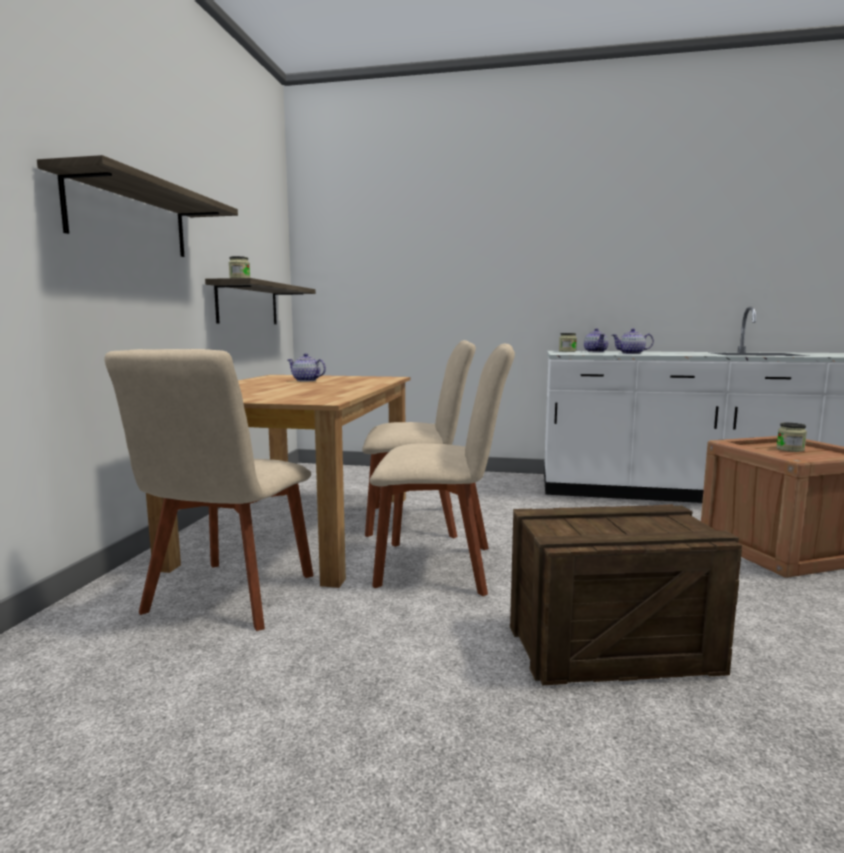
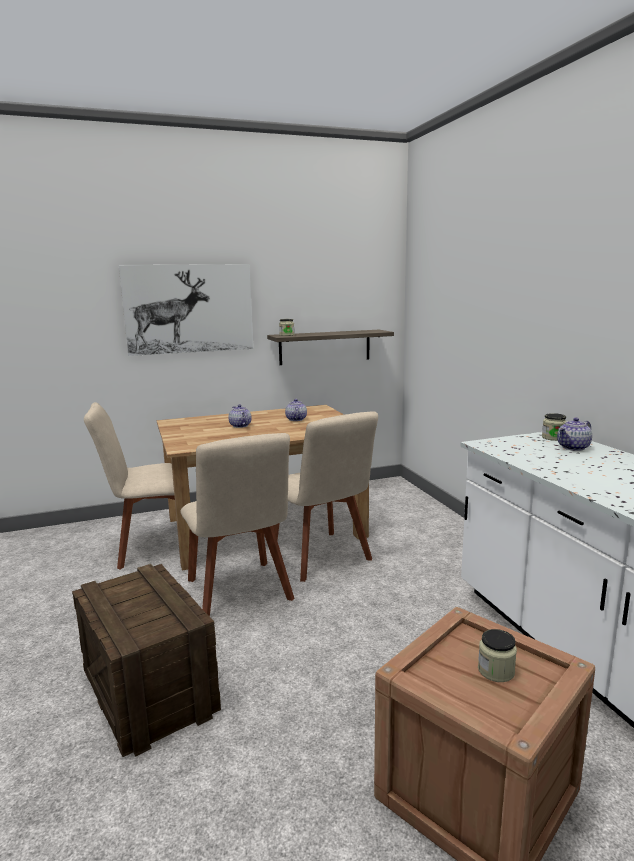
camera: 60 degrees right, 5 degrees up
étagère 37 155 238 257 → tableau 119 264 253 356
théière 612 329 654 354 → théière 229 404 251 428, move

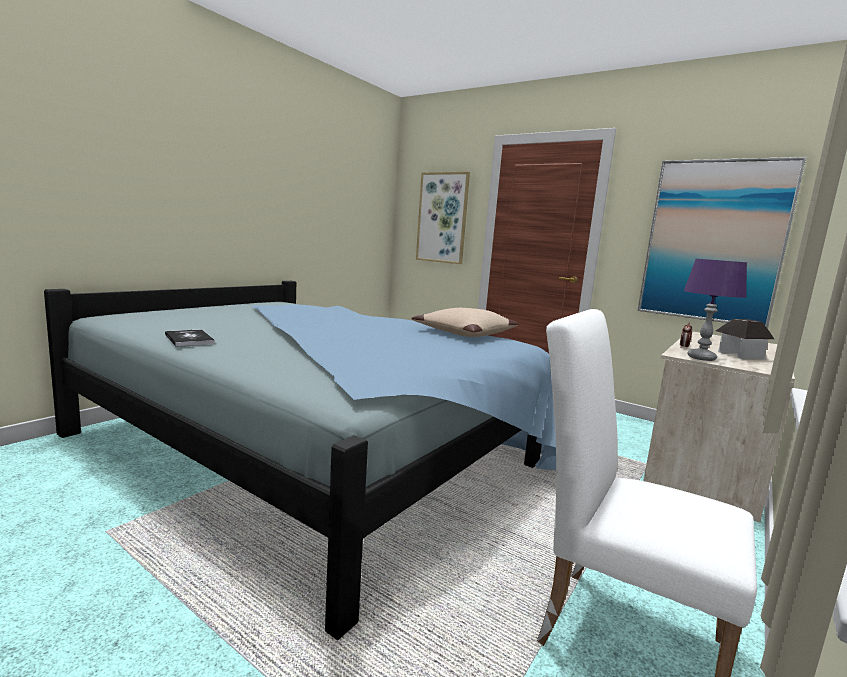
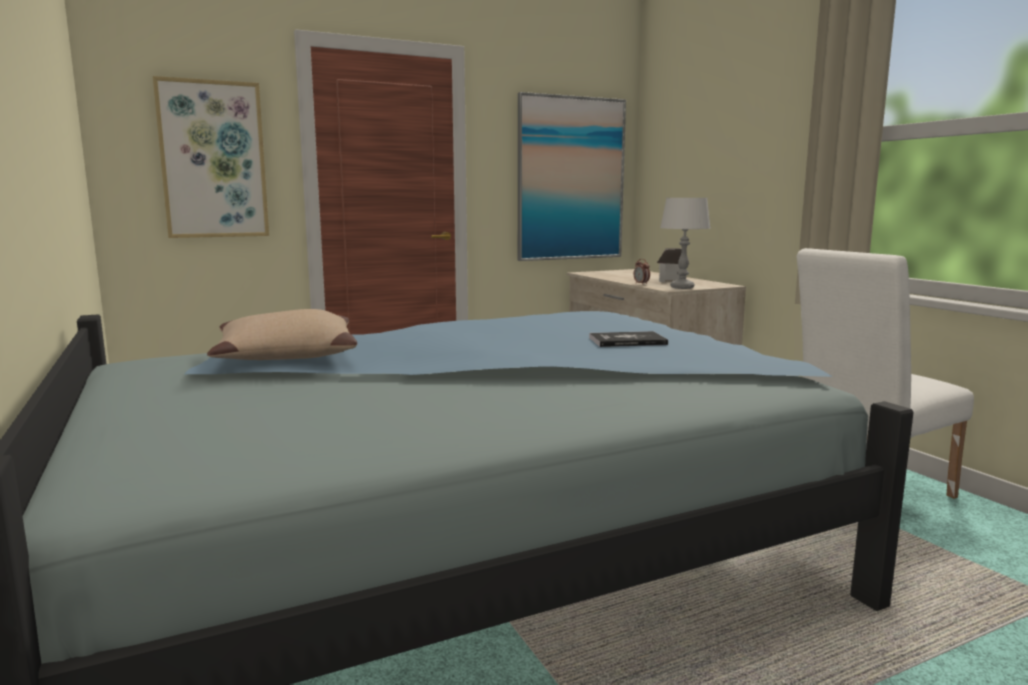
camera: 60 degrees left, 0 degrees up
coussin (beige) 411 308 519 337 → coussin (beige) 207 309 357 360, move
livre 165 329 215 347 → livre 589 331 668 347, move
lampe de table (violet) 684 259 747 361 → lampe de table (gris) 660 198 710 289

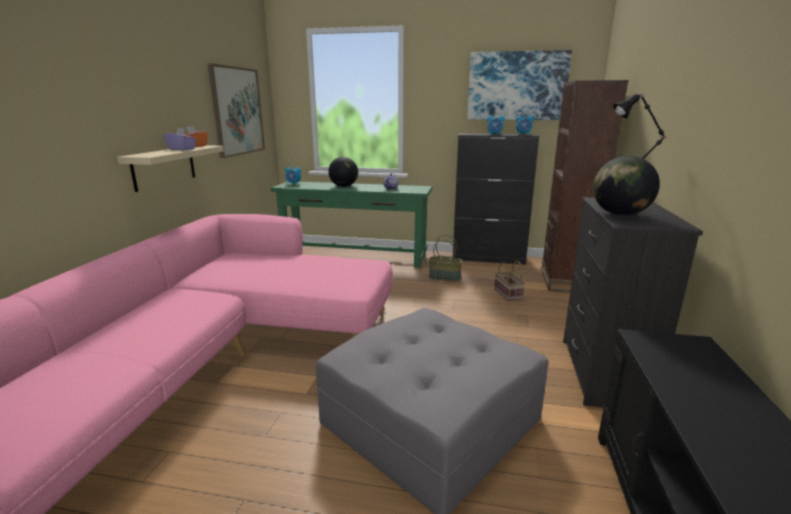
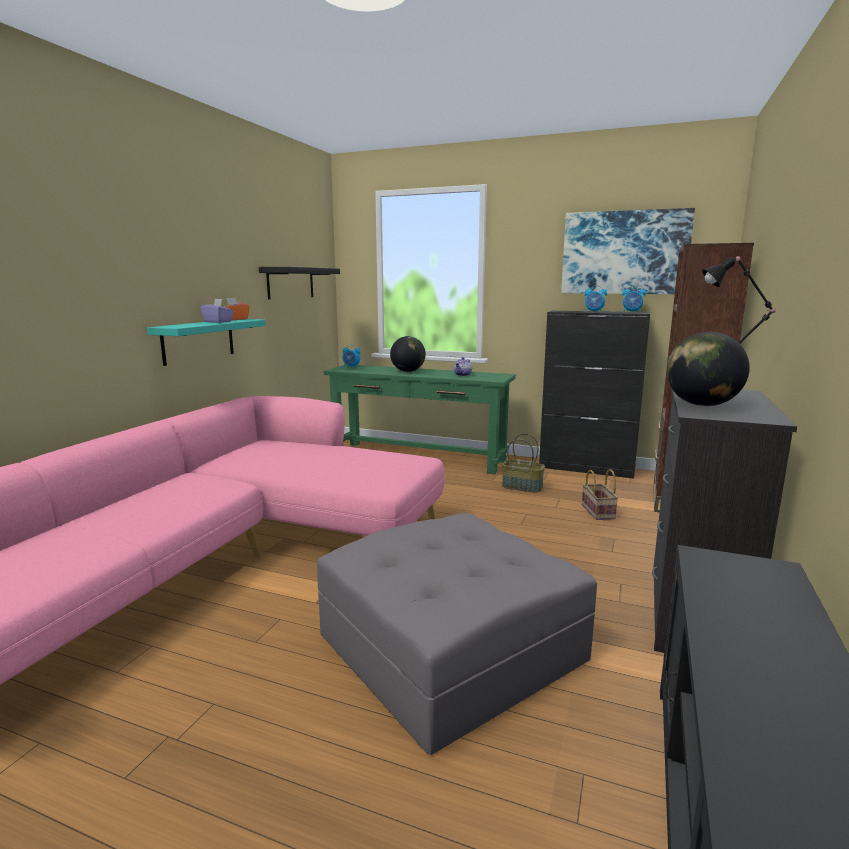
camera: 10 degrees right, 5 degrees down
étagère (beige) 117 145 224 192 → étagère (turquoise) 147 319 266 366
tableau 208 63 265 158 → étagère (noir) 259 267 340 299

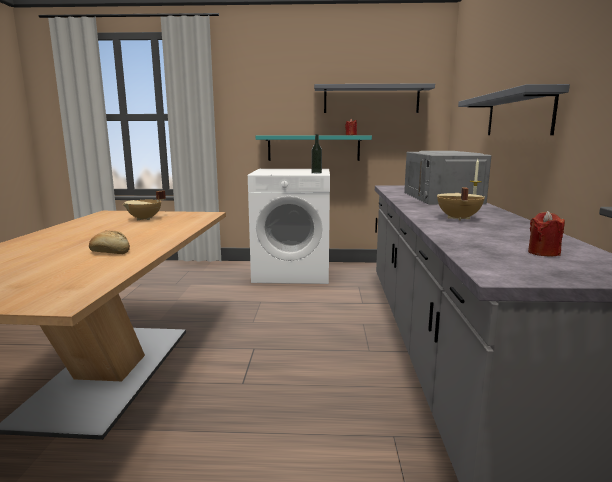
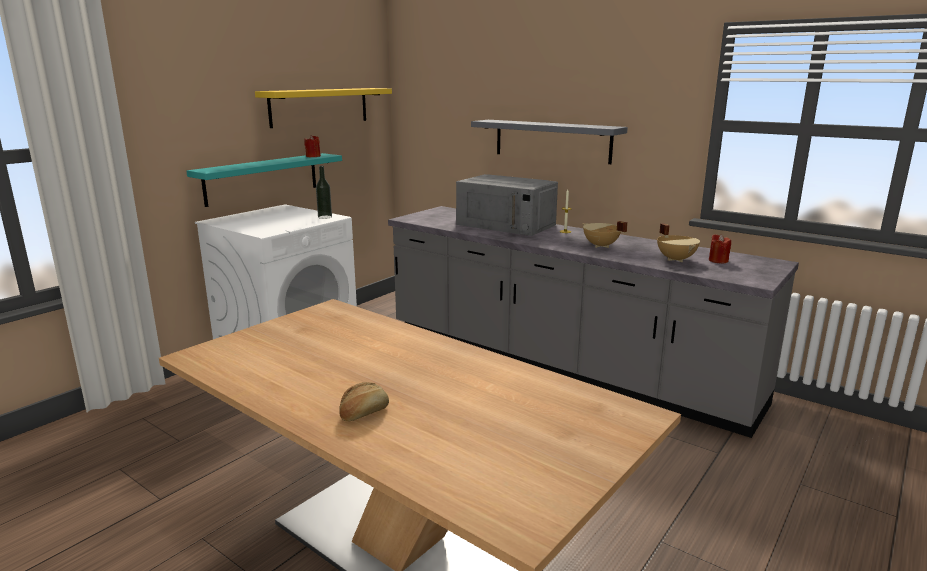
camera: 55 degrees left, 5 degrees up
étagère (gris) 314 83 435 113 → étagère (jaune) 255 88 392 128
pain 89 231 130 254 → pain 339 382 389 422, move
marmite (beige) 122 191 166 220 → marmite (beige) 657 223 700 262, move

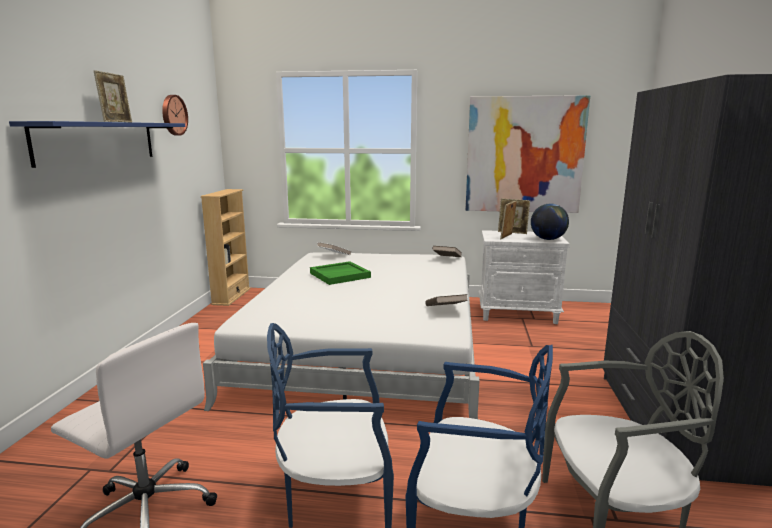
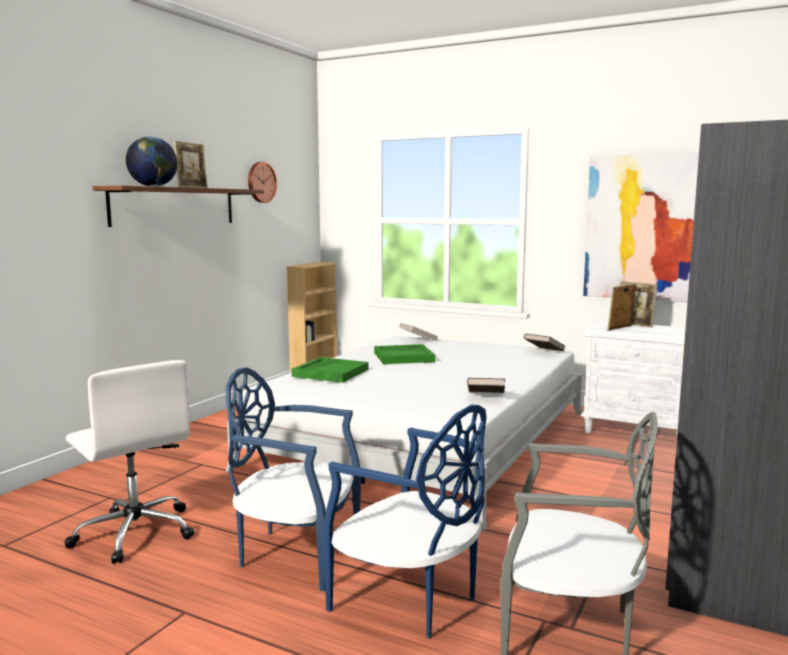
camera: 20 degrees right, 5 degrees down
étagère (bleu) 9 121 185 168 → étagère (marron) 93 186 264 227
globe 531 204 569 240 → globe 126 137 178 187, move
- → plateau (vert) 292 357 369 383

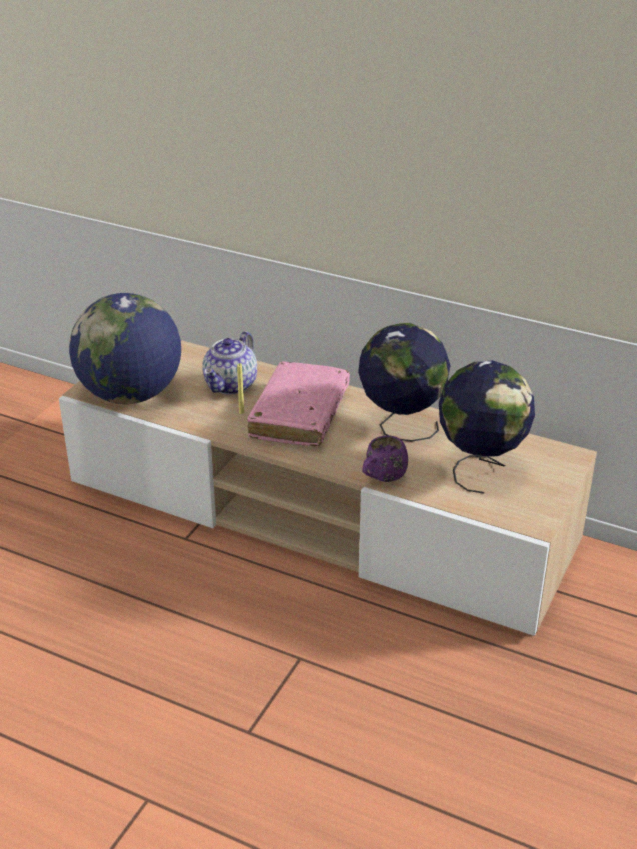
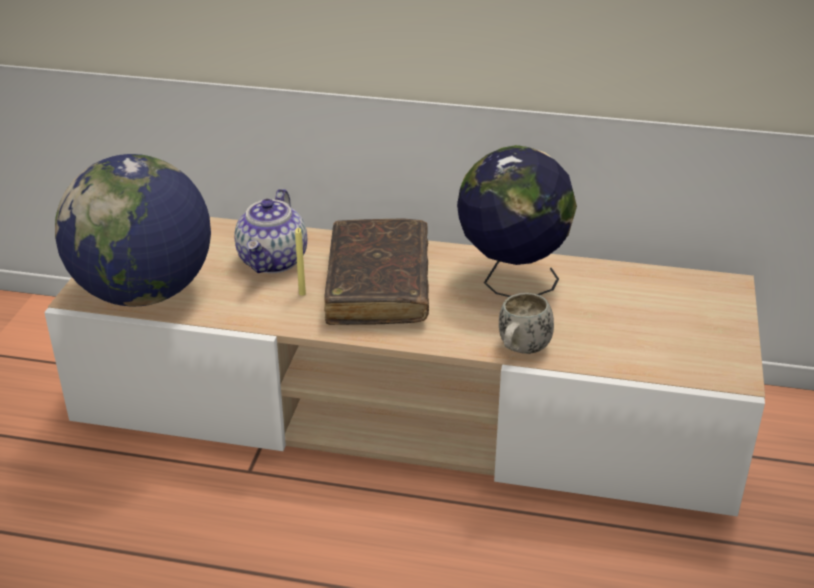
camera: 15 degrees left, 0 degrees up
livre (rose) 247 361 350 446 → livre (marron) 324 218 429 325
mug (violet) 362 435 408 482 → mug (blanc) 499 293 554 354
globe 439 361 535 494 → -

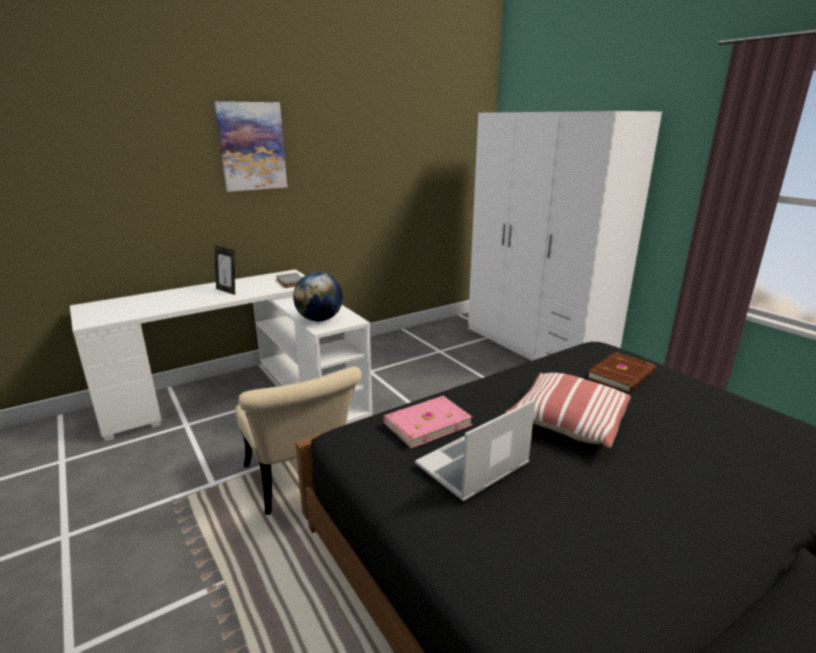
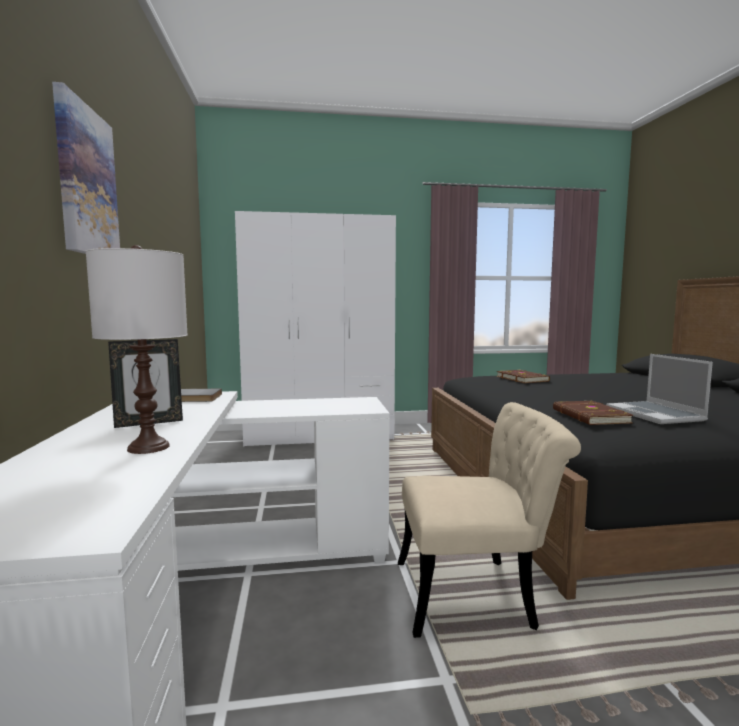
camera: 65 degrees left, 15 degrees down
- → lampe de table (blanc) 86 245 188 454
livre (rose) 383 396 472 448 → livre (marron) 553 401 633 425
globe 293 272 343 322 → -
coussin 505 373 631 448 → -

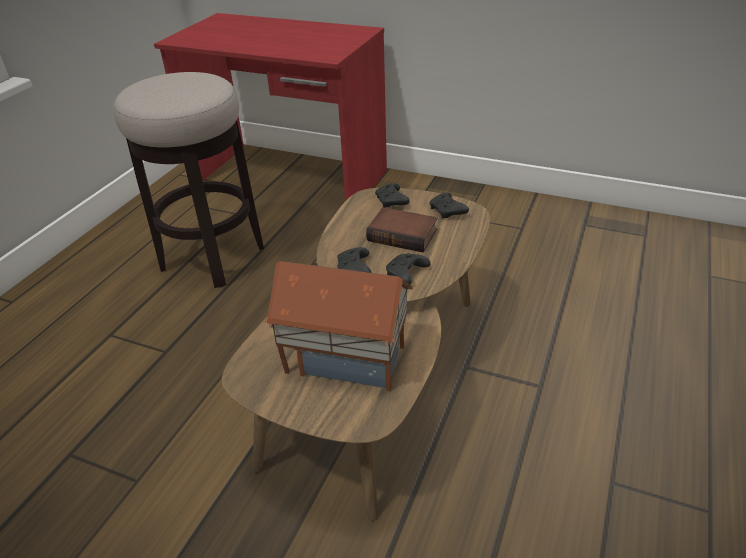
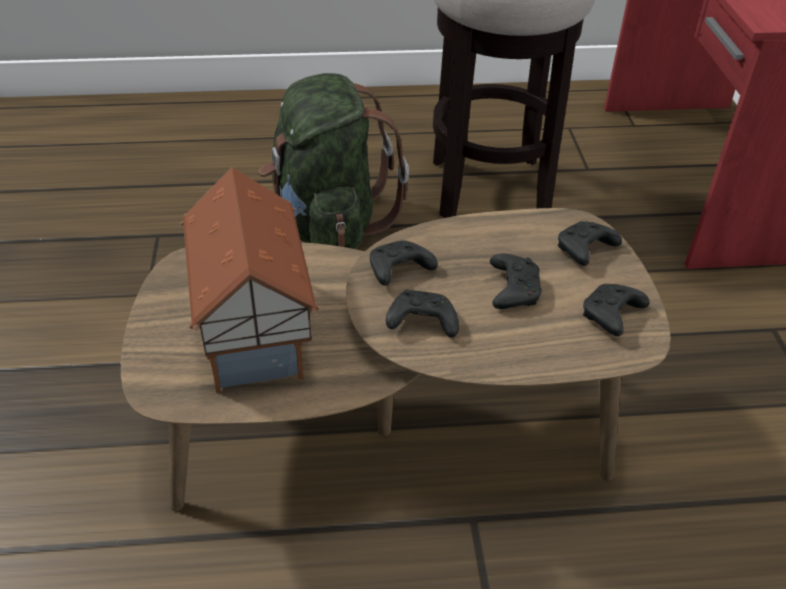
camera: 60 degrees right, 5 degrees up
- → sac à dos (vert) 259 73 409 249
livre 366 207 437 252 → manette (noir) 490 253 542 309

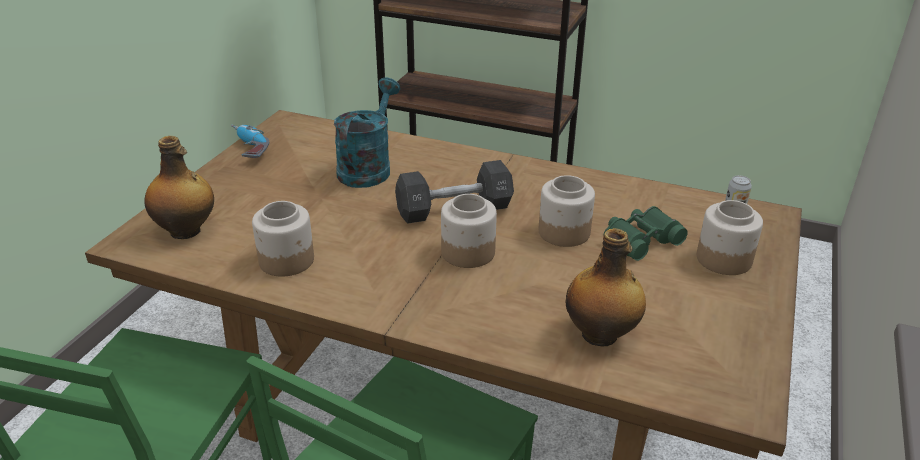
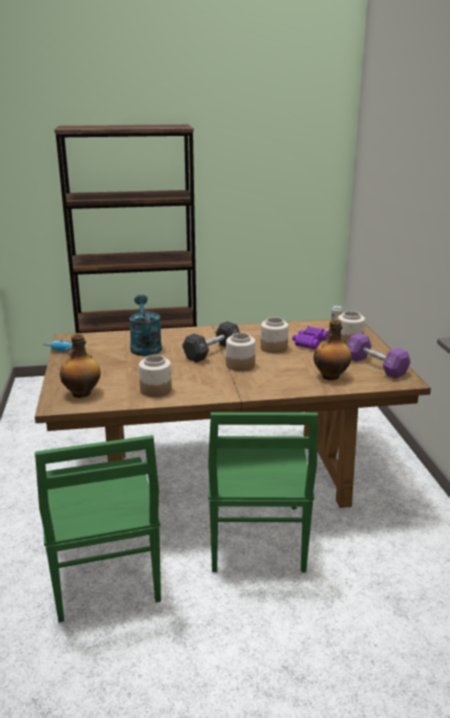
camera: 30 degrees left, 10 degrees down
jumelles (vert) 604 206 688 261 → jumelles (violet) 292 326 329 350
- → haltère (violet) 346 333 411 378

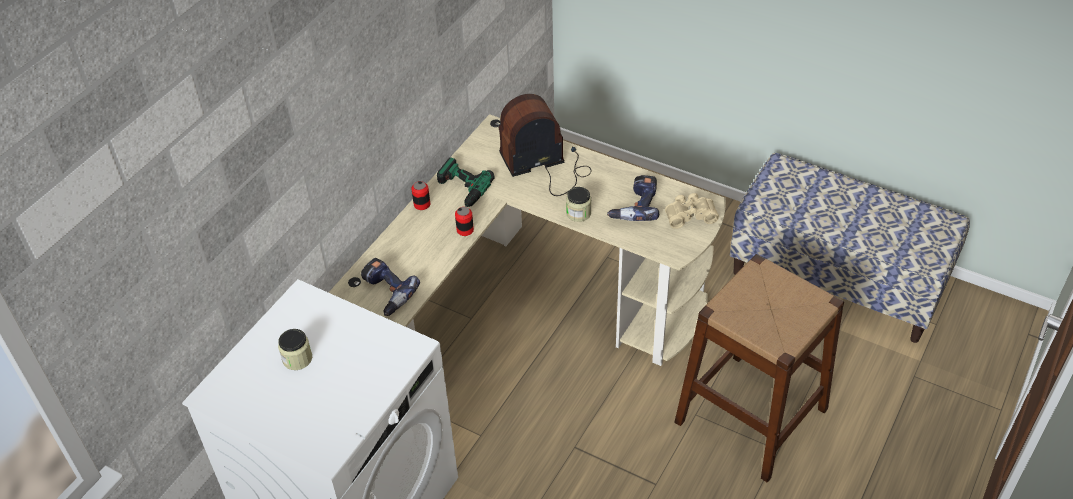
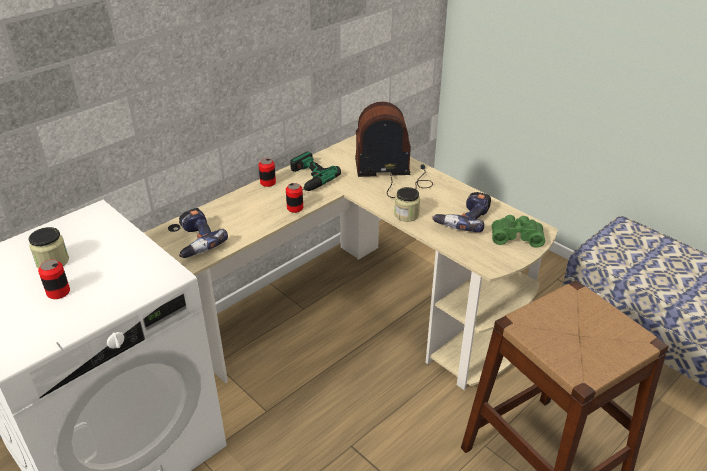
camera: 15 degrees right, 10 degrees down
- → boîte métallique 38 260 70 299
jumelles (beige) 665 193 719 229 → jumelles (vert) 492 215 545 248

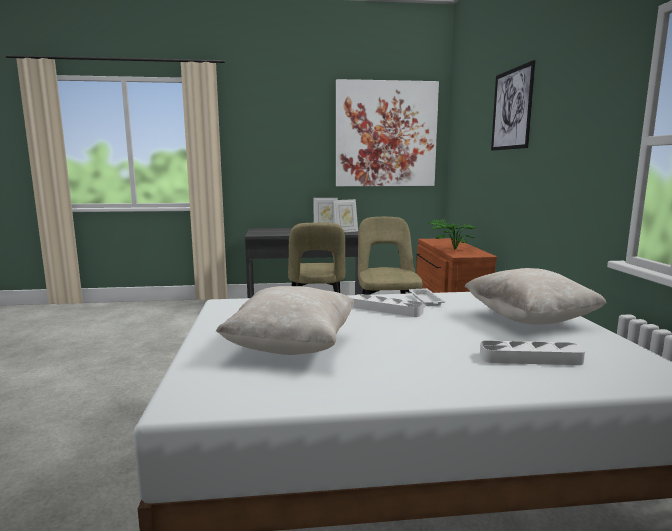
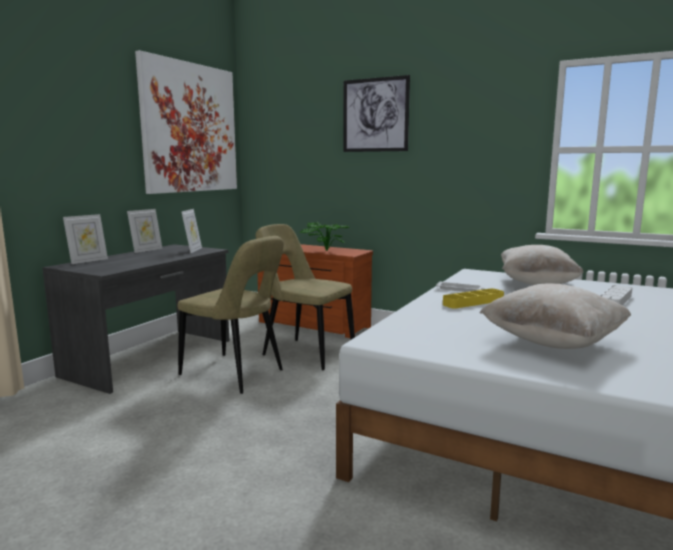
camera: 55 degrees left, 0 degrees up
- → cadre photo 63 214 108 264
plateau (blanc) 352 294 424 317 → plateau (jaune) 443 289 504 309

